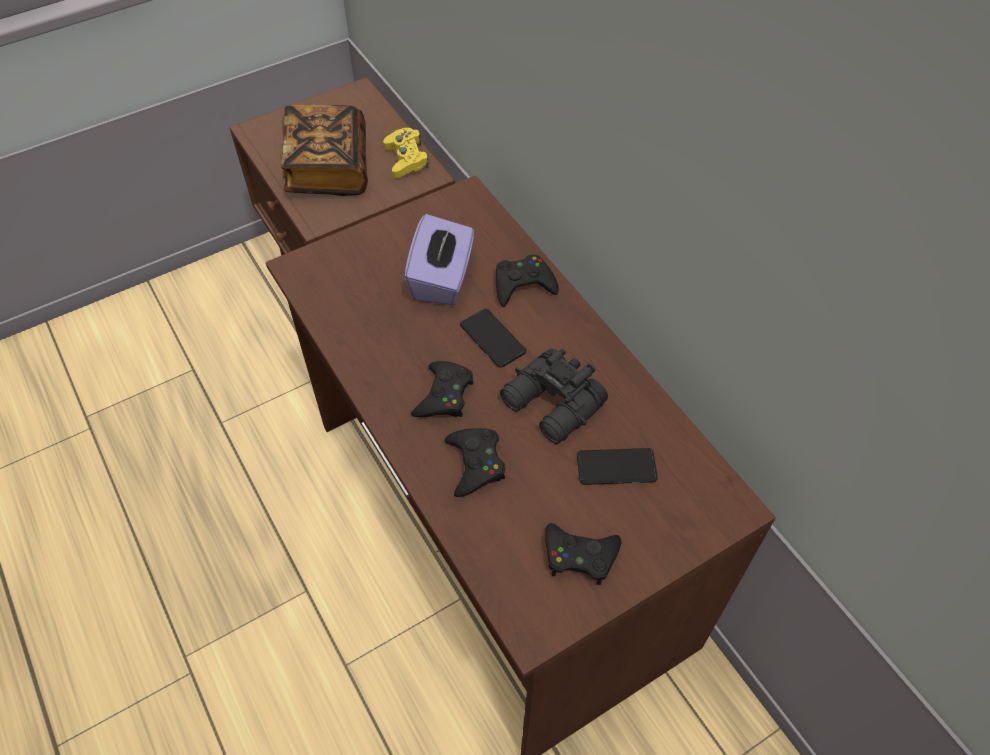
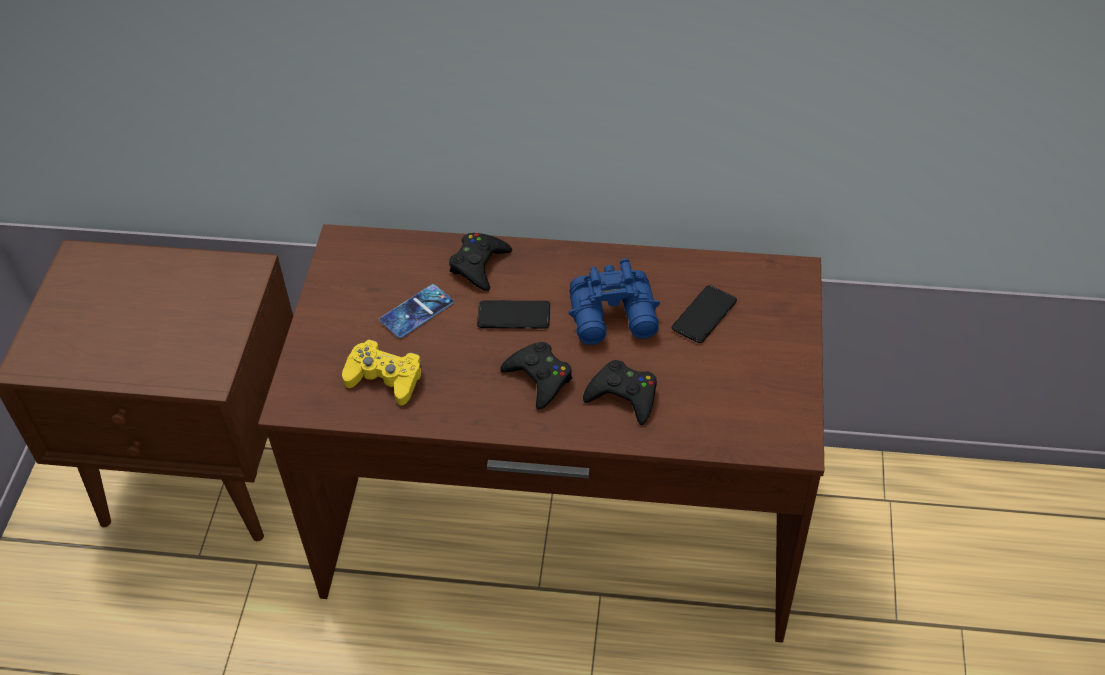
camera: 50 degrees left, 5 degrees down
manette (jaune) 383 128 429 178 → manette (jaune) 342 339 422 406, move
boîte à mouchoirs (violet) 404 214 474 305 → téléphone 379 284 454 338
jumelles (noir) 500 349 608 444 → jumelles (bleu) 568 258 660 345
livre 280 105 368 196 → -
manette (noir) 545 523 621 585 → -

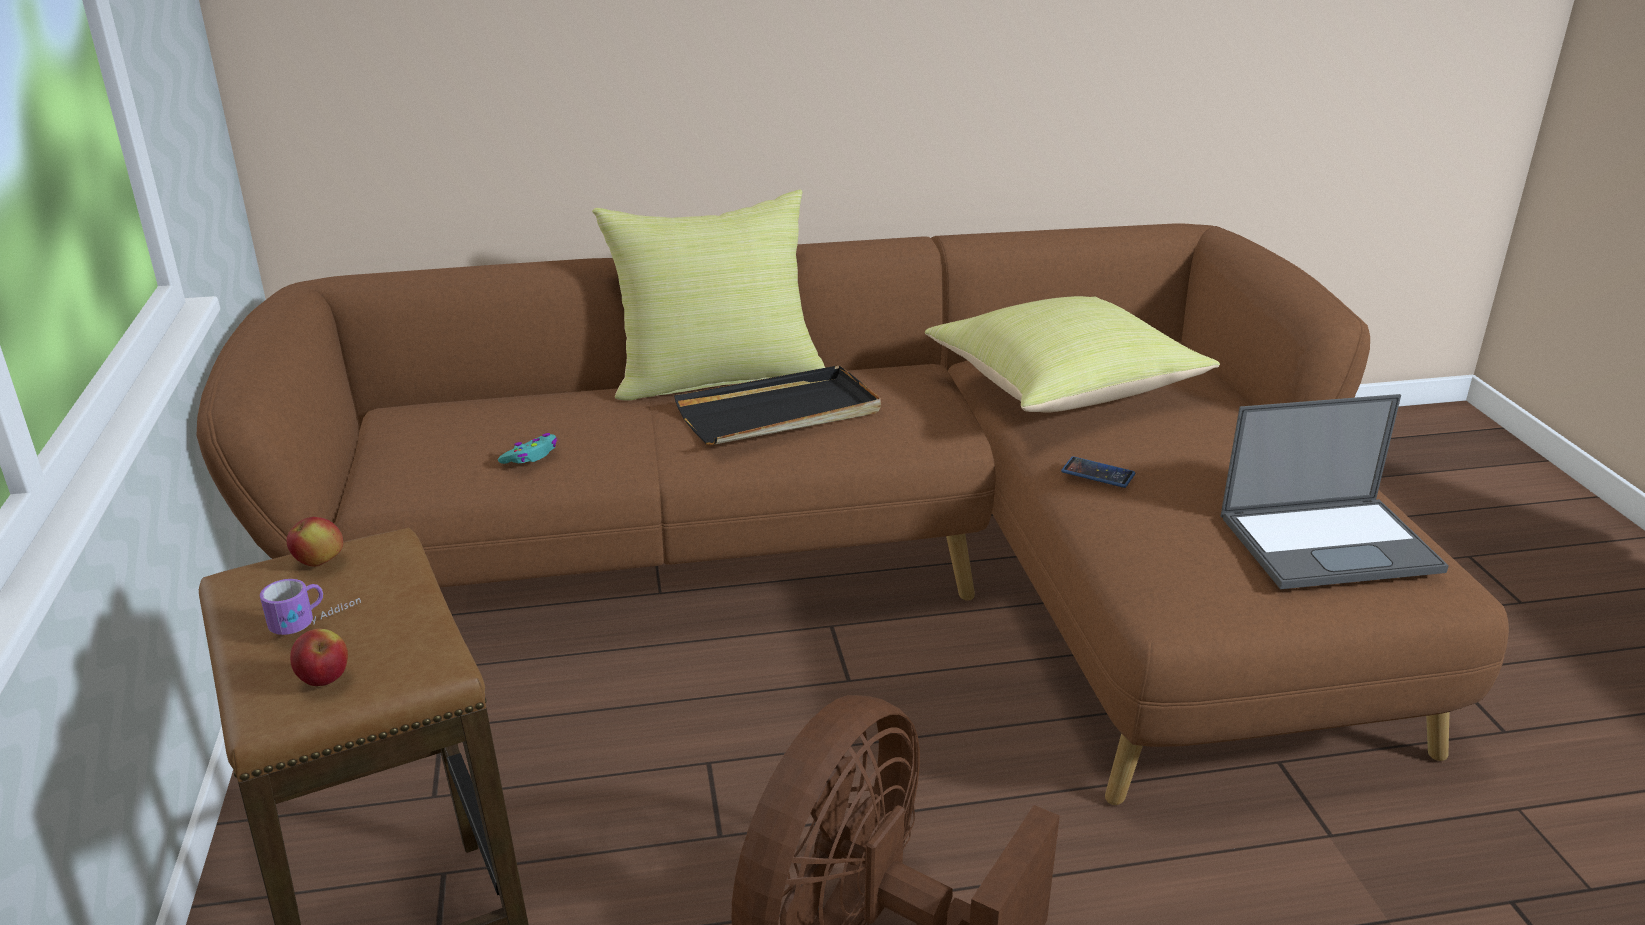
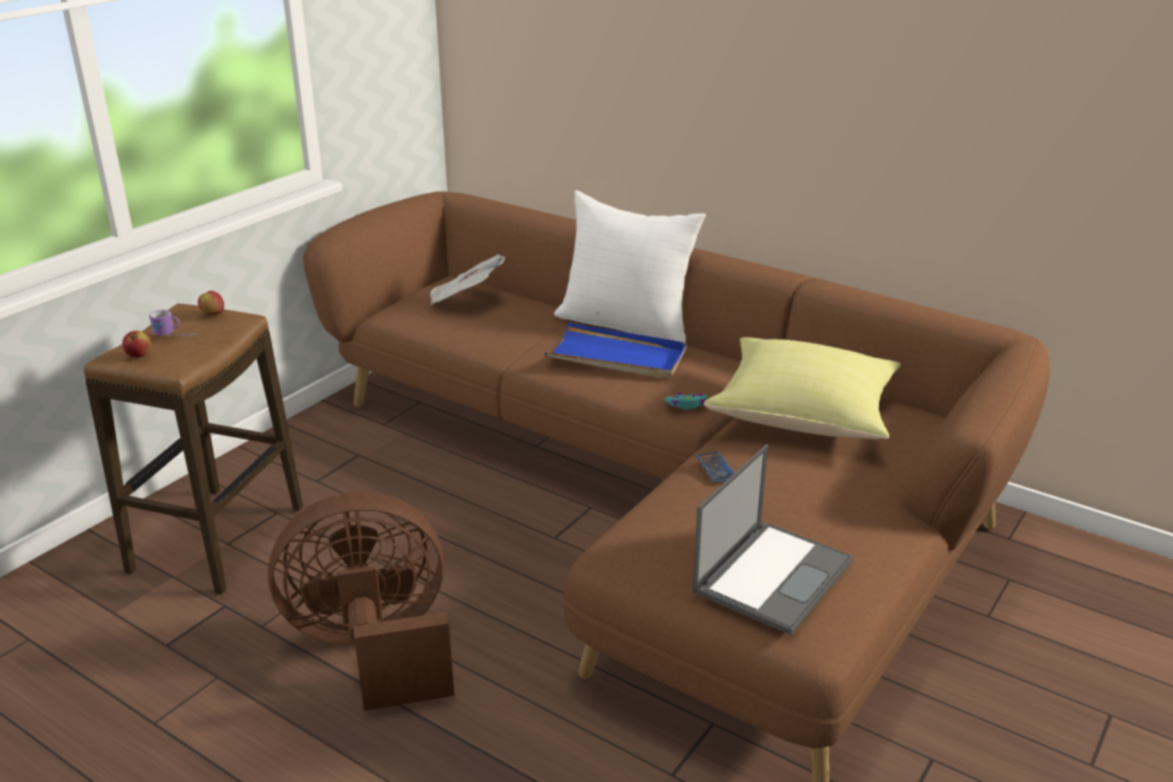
camera: 45 degrees right, 0 degrees up
- → journal 430 254 505 305
plateau (noir) 674 365 881 445 → plateau (bleu) 545 322 686 380
coussin (jaune) 592 189 825 401 → coussin (blanc) 554 190 706 348
manette (turquoise) 498 433 558 464 → manette (turquoise) 665 392 708 409, move
ordinateur portable 1220 394 1449 589 → ordinateur portable 693 444 853 635, 90 degrees counterclockwise

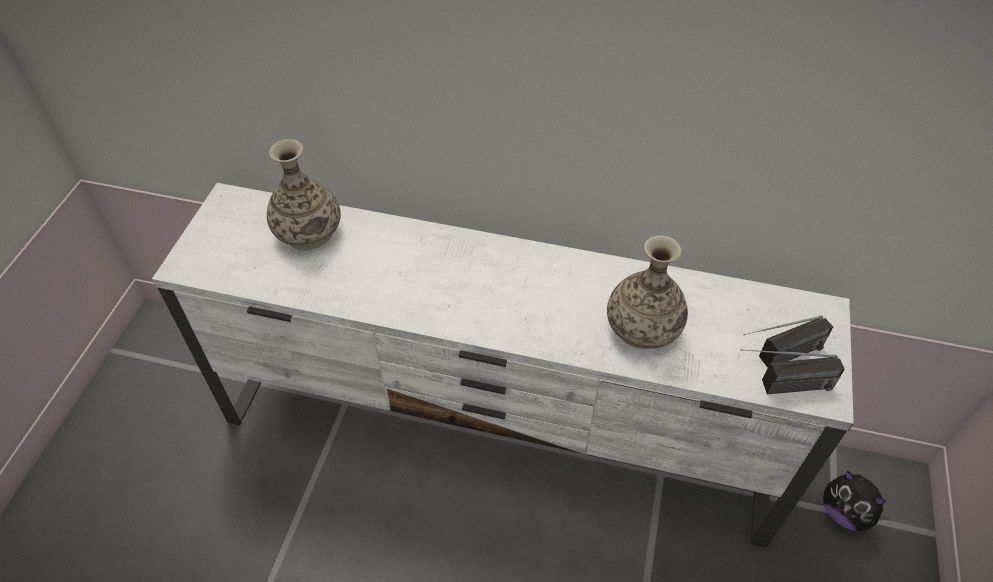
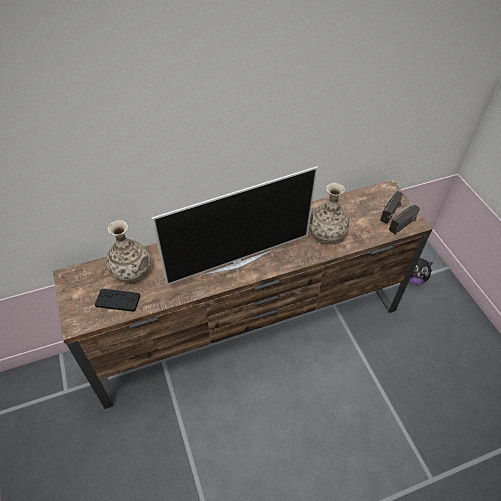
camera: 35 degrees left, 0 degrees up
meuble télé (blanc) 152 183 854 548 → meuble télé (marron) 53 180 432 409
- → manette (noir) 95 289 140 312
- → téléviseur 151 166 318 285

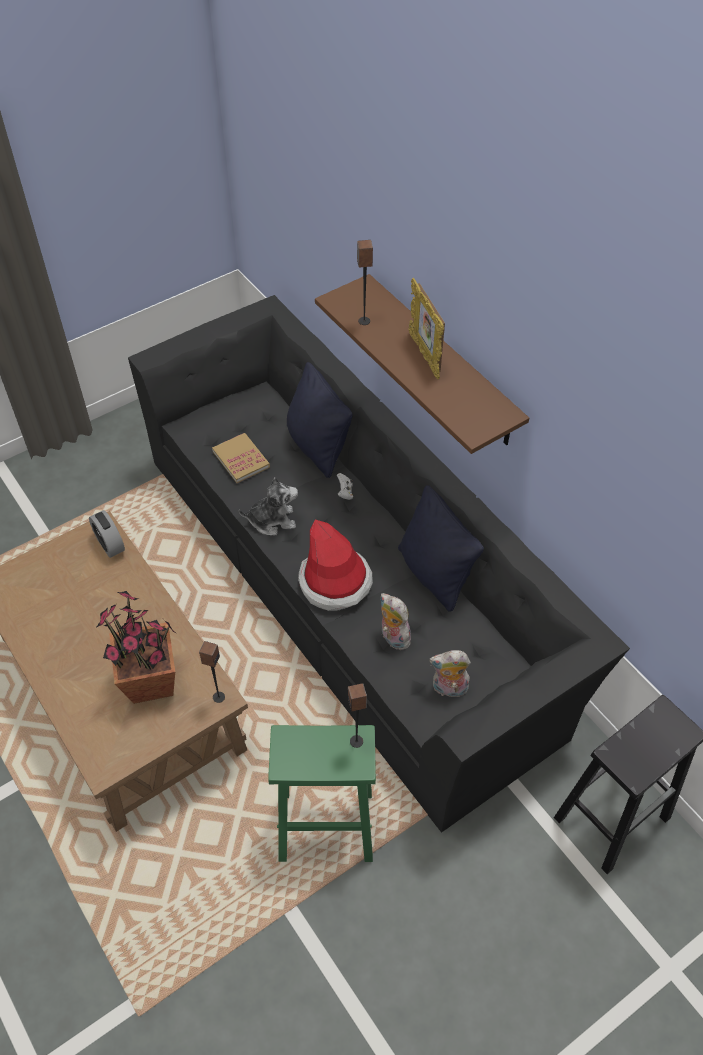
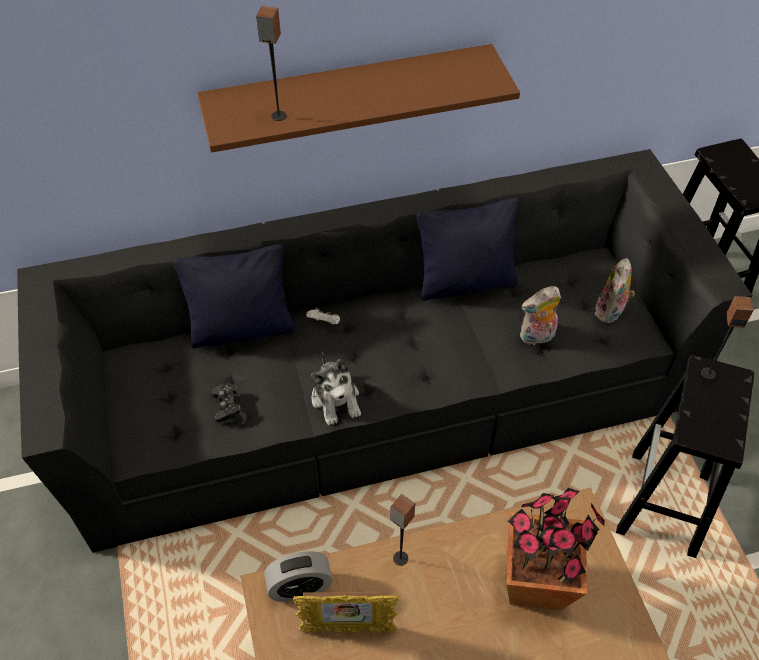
camera: 70 degrees left, 0 degrees up
livre 212 433 270 483 → manette (noir) 211 383 242 423
cadre photo 408 278 445 379 → cadre photo 293 592 399 632, move
peluche 239 477 298 535 → peluche 311 351 361 426, 150 degrees clockwise
enceinte 199 641 225 703 → enceinte 390 494 415 566, move
tabouret (vert) 268 725 376 862 → tabouret (noir) 616 355 755 558
chapeau 298 520 373 611 → -

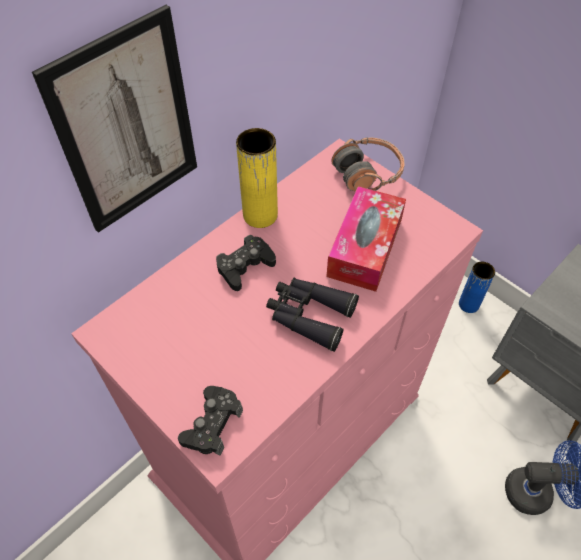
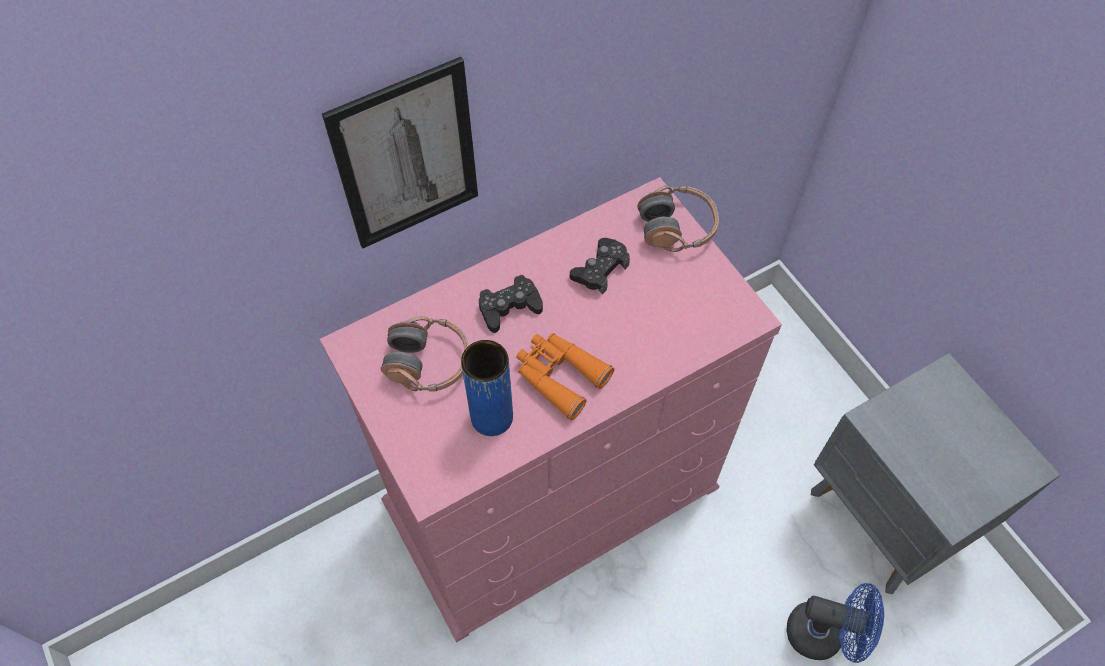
camera: 15 degrees right, 5 degrees up
- → casque audio 381 316 469 391
vase (bleu) 459 262 495 313 → vase (bleu) 461 340 513 436, move
jumelles (noir) 266 278 359 352 → jumelles (orange) 516 333 614 420
manette (noir) 178 386 243 455 → manette (noir) 570 238 630 295, move
vase (jaune) 236 128 278 228 → -
boîte à mouchoirs 326 186 406 292 → -

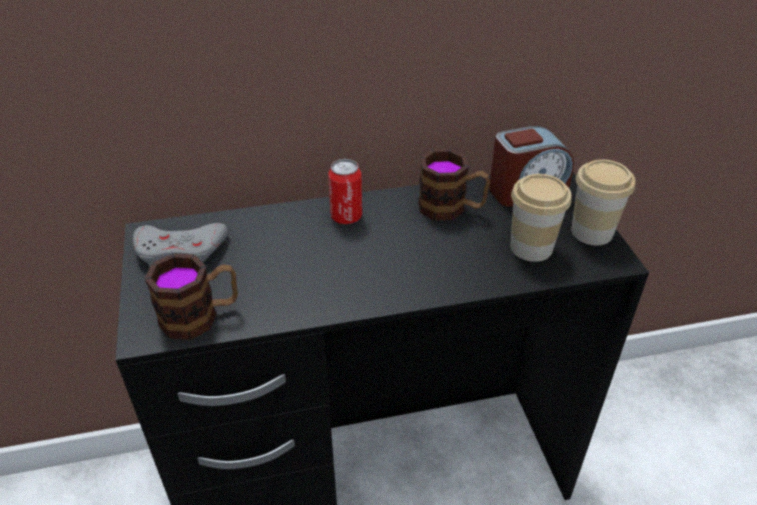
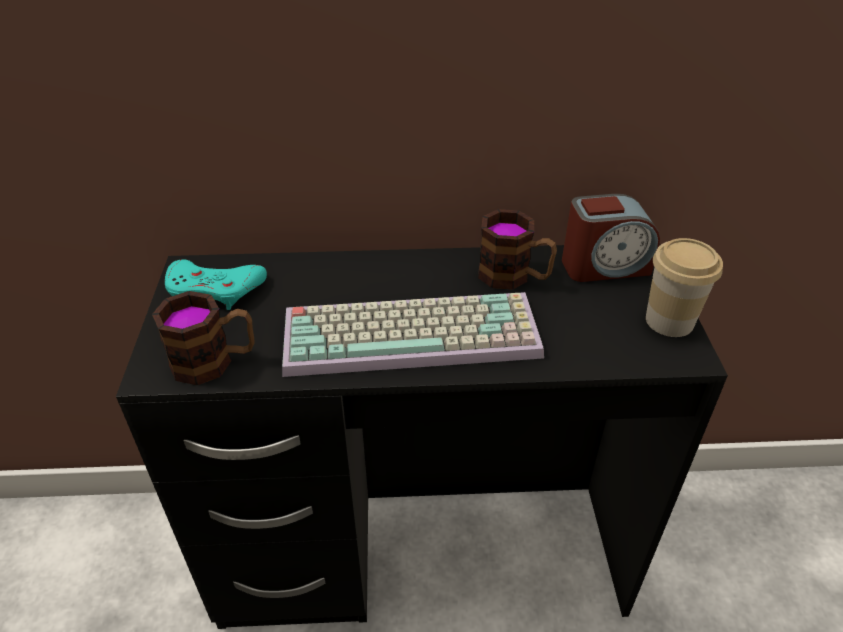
camera: 10 degrees right, 0 degrees up
manette (gris) 133 223 228 268 → manette (turquoise) 165 259 267 310
- → clavier 282 292 544 377
boîte métallique 328 159 362 224 → -
tasse 511 174 571 262 → -

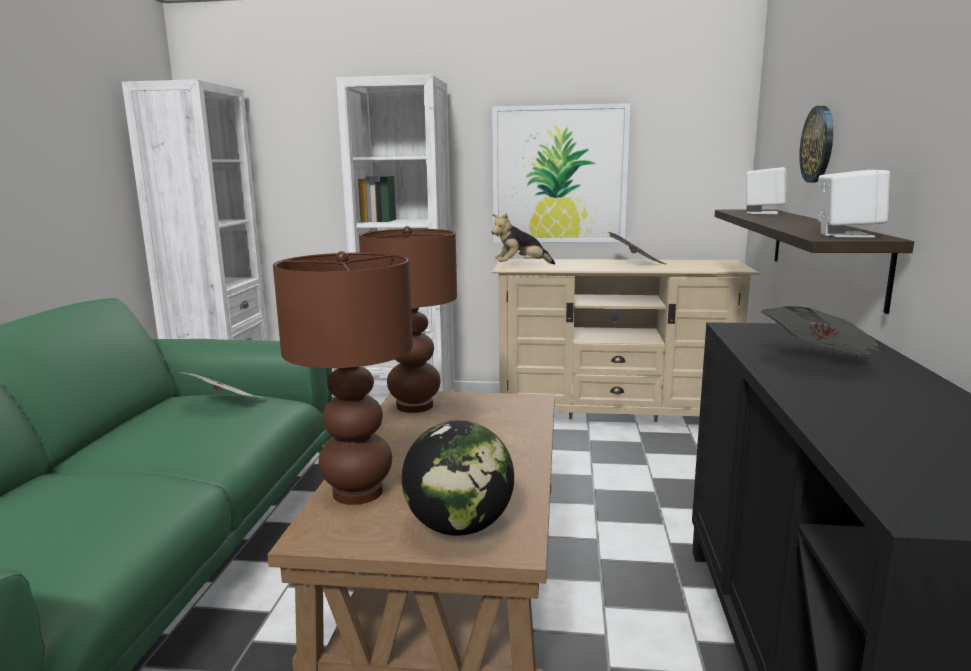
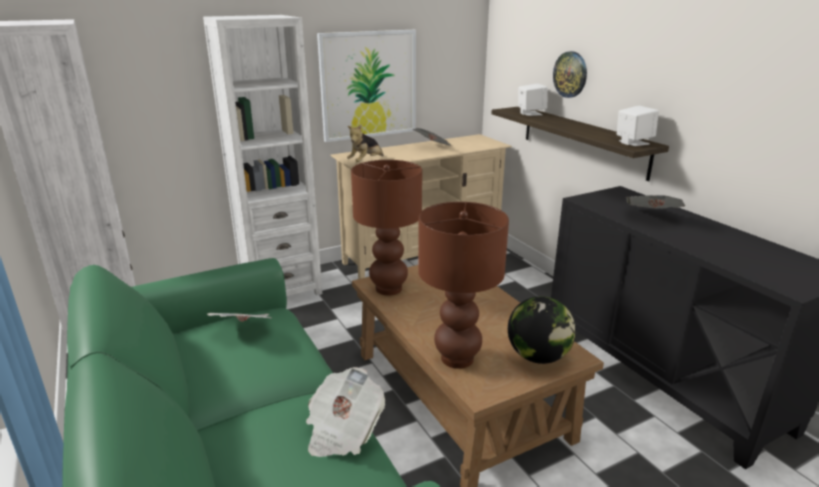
camera: 35 degrees left, 10 degrees up
- → journal 306 367 385 457

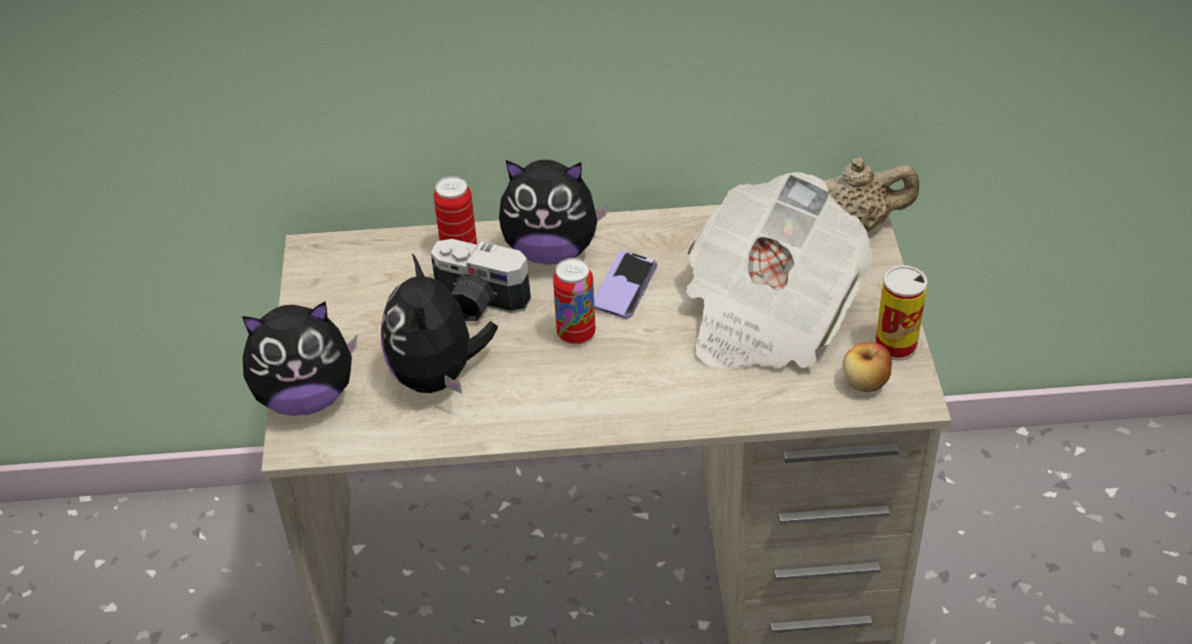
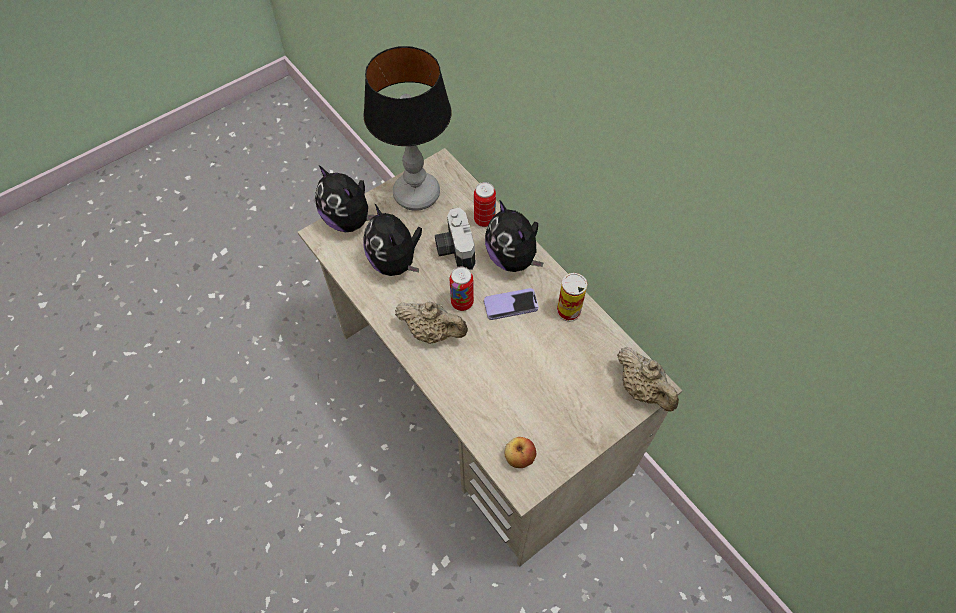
camera: 55 degrees right, 15 degrees up
- → lampe de table 363 46 451 211
peluche 381 253 498 394 → peluche 364 203 422 276, 75 degrees counterclockwise
- → théière (beige) 395 302 468 344
boîte métallique 875 265 927 360 → boîte métallique 557 273 587 322, move
journal 686 172 872 369 → -

